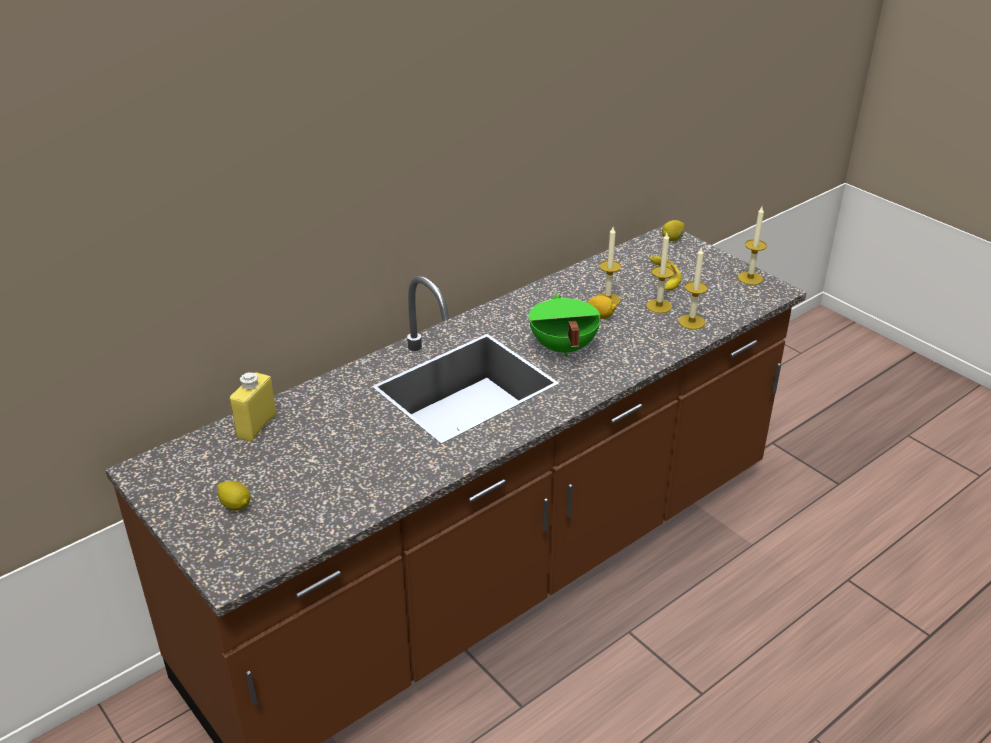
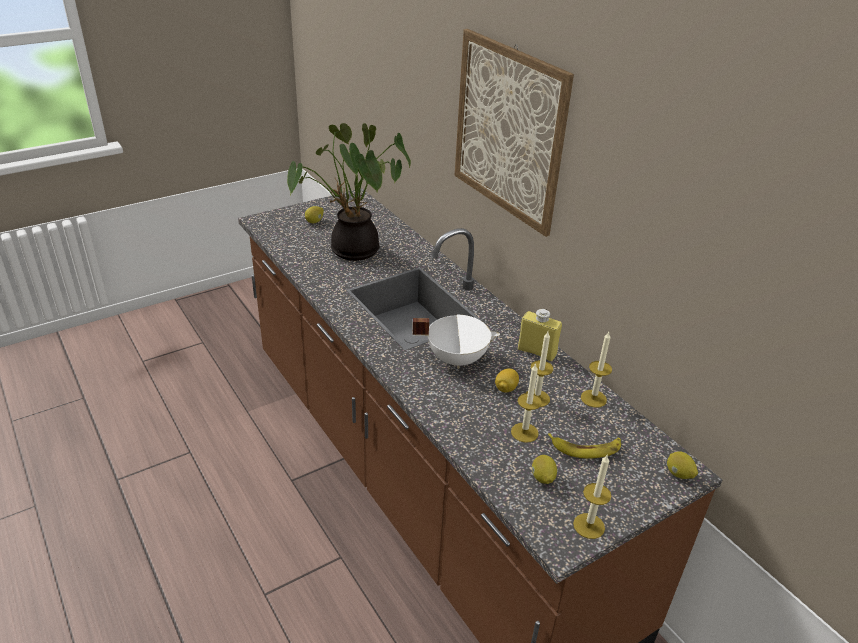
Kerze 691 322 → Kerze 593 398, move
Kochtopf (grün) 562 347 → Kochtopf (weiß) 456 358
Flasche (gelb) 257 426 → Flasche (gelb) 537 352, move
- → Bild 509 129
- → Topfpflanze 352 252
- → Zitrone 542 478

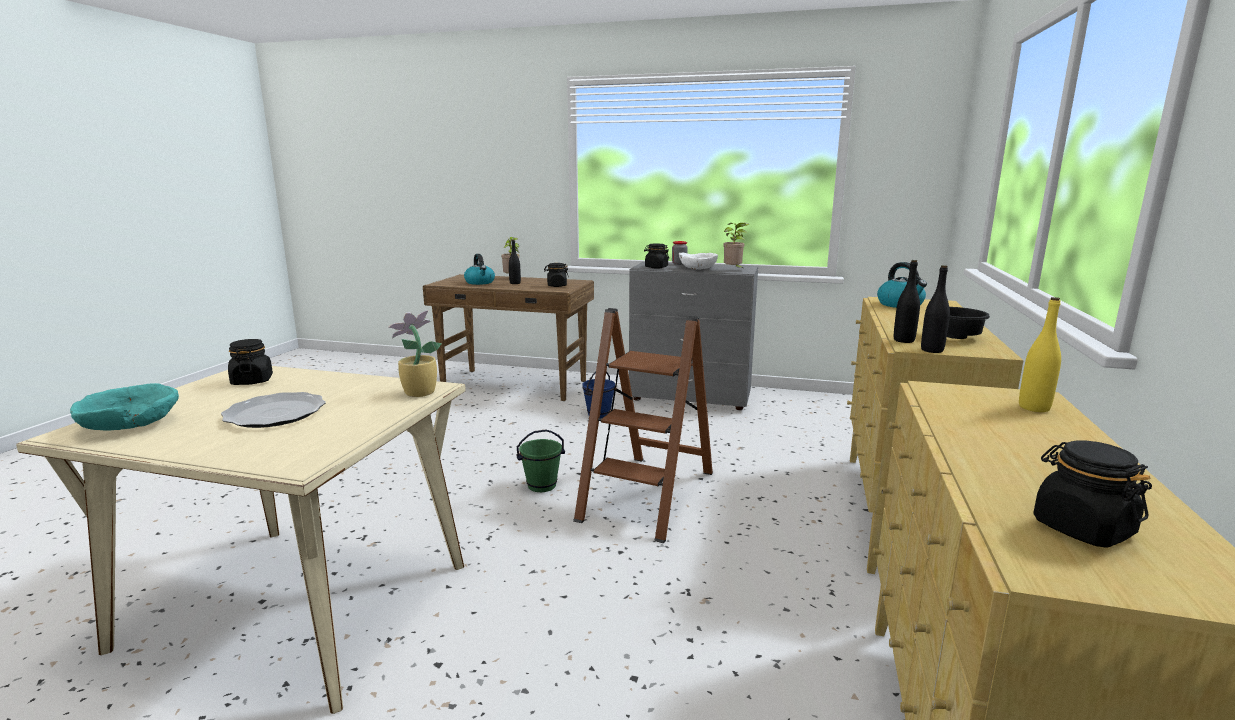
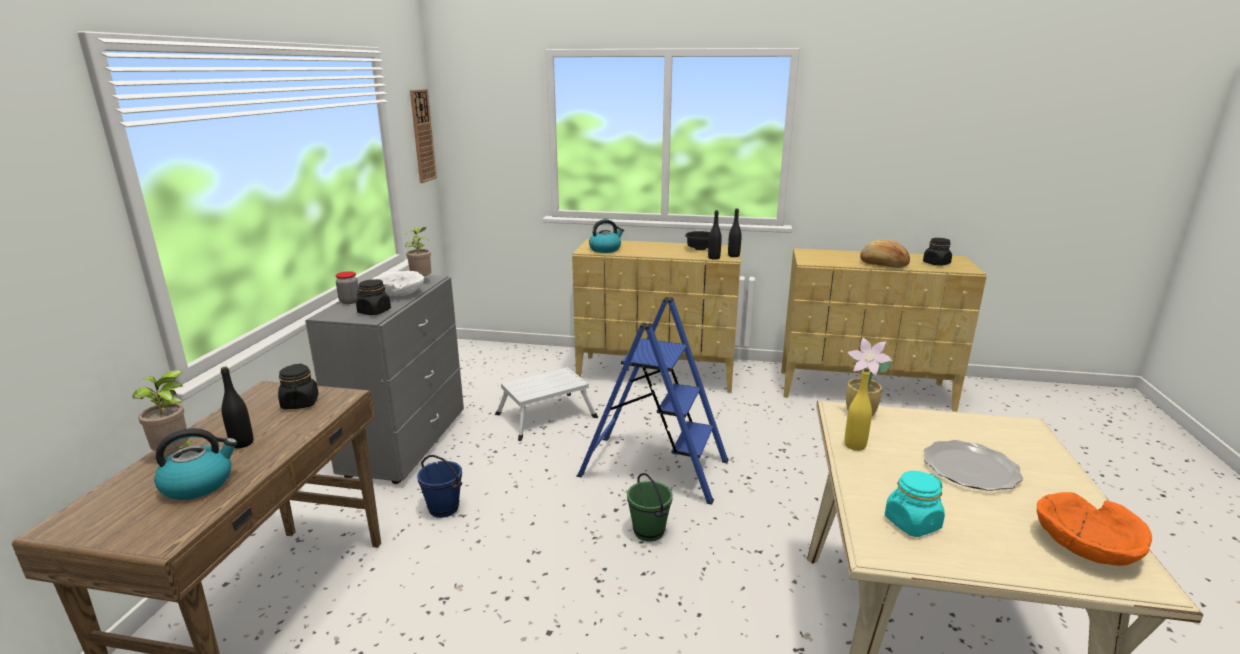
Flasche (gelb) 1034 408 → Flasche (gelb) 855 445, move
Trittleiter (braun) 649 494 → Trittleiter (blau) 652 467
Vorratsglas (schwarz) 252 381 → Vorratsglas (türkis) 912 523
Schüssel (türkis) 129 425 → Schüssel (orange) 1086 547
- → Wanduhr 422 136
- → Brot 883 264
- → Trittleiter (weiß) 546 415

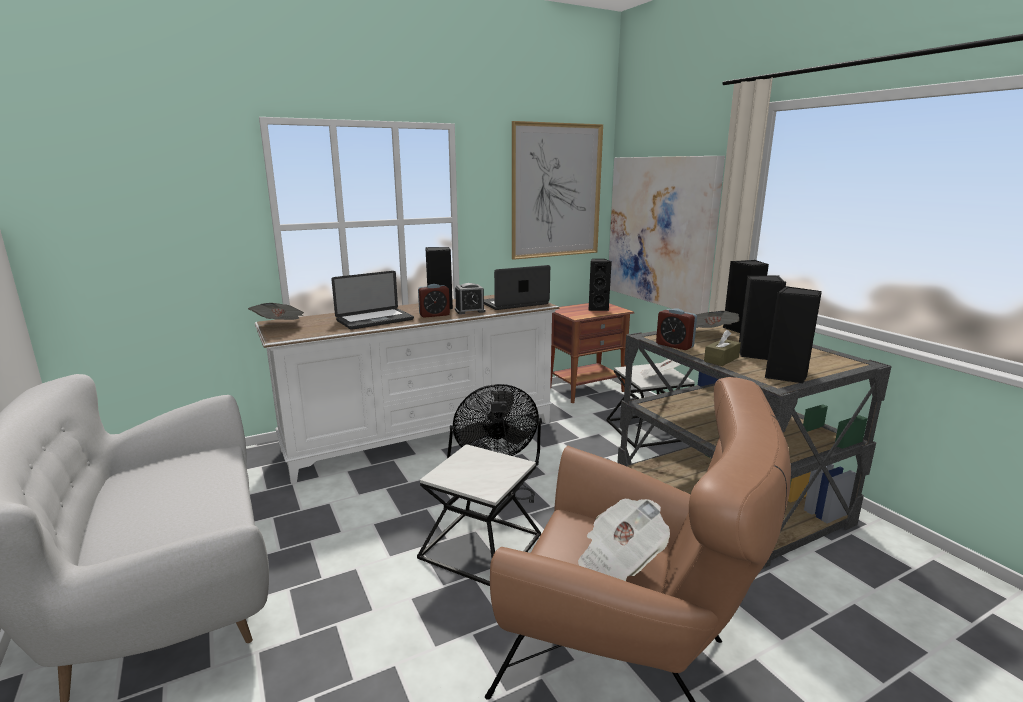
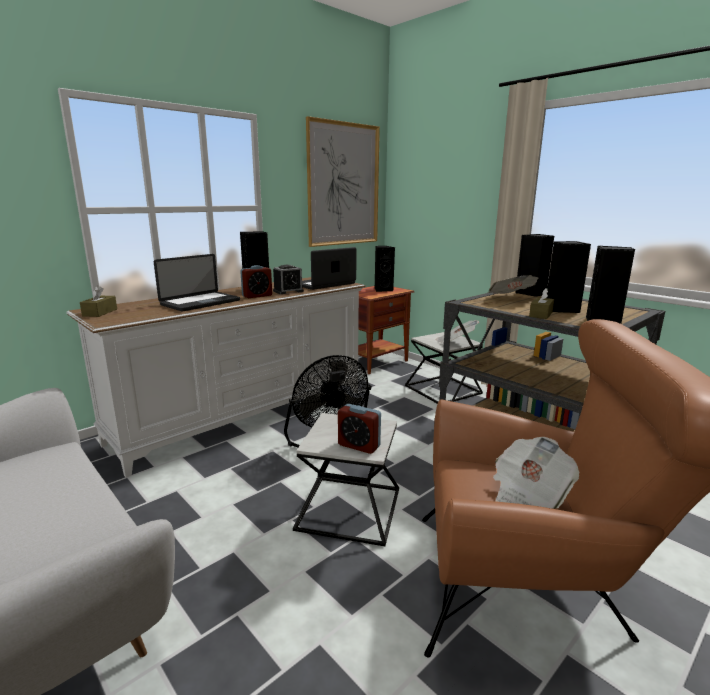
Bild 661 231 → -
Zeitung 280 326 → Taschentuchbox (braun) 100 312
Wecker 674 345 → Wecker 359 445, move

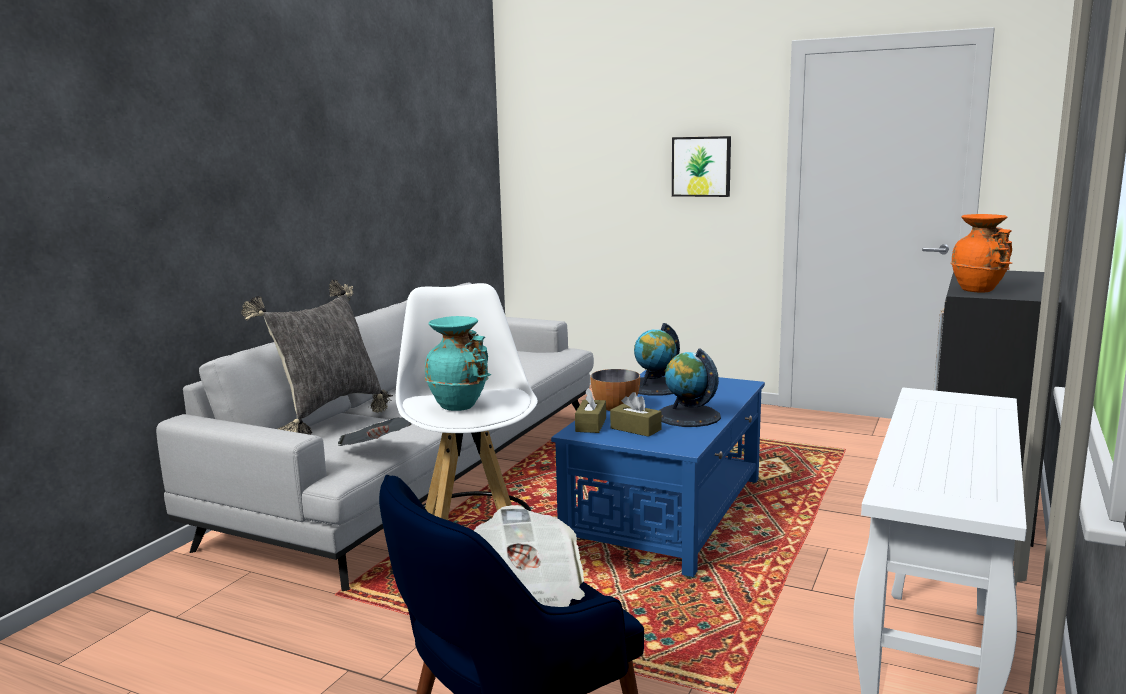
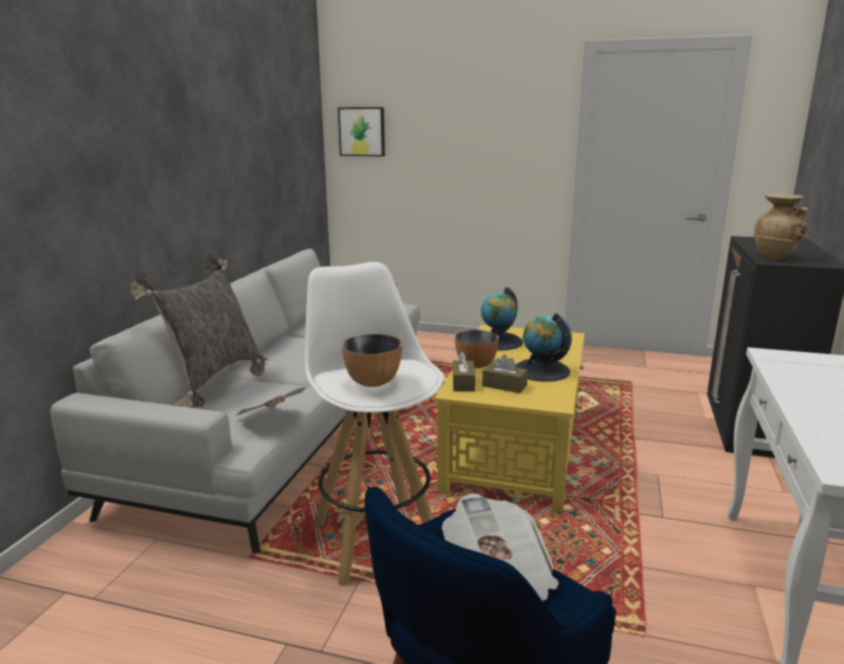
Bild 701 166 → Bild 362 131, move
Vase (orange) 979 289 → Vase (beige) 775 257
Vase (türkis) 460 405 → Schüssel 373 382
Couchtisch (blau) 668 511 → Couchtisch (gelb) 515 447

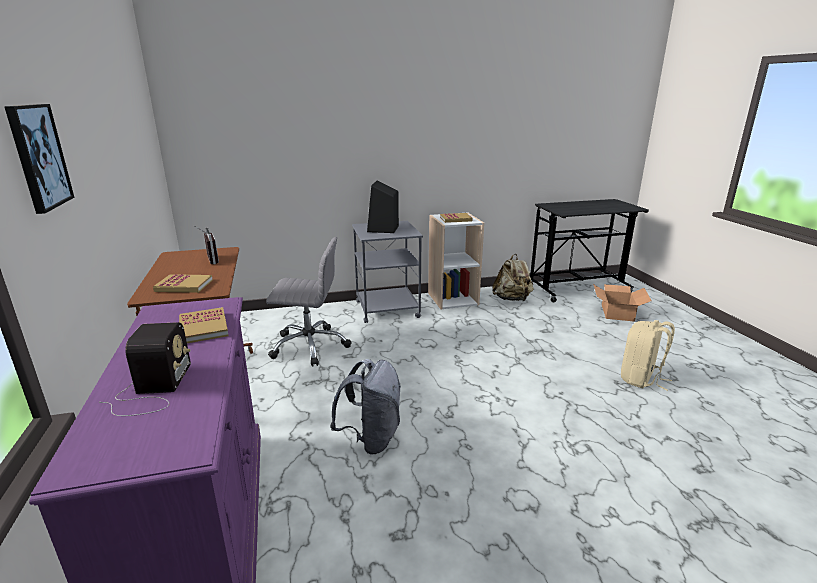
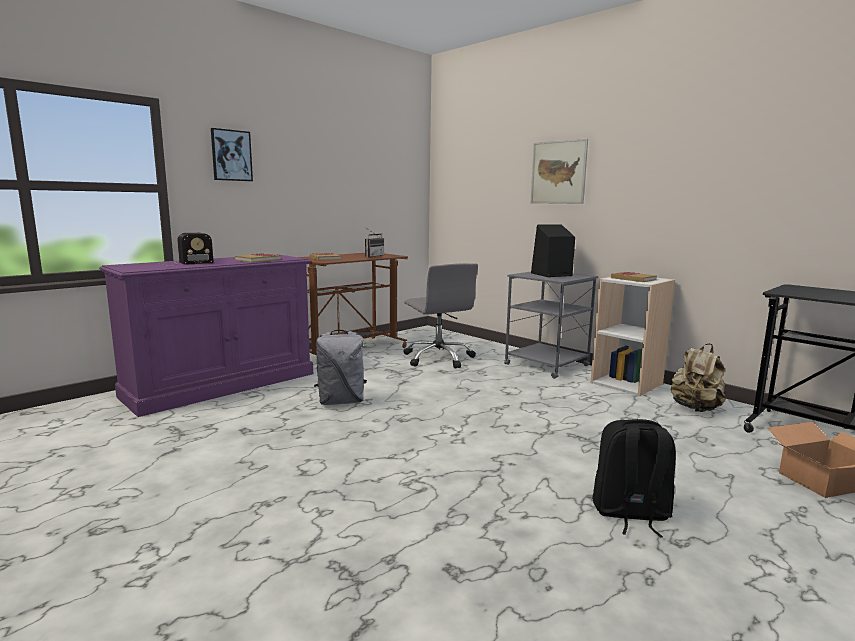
Rucksack (beige) 641 379 → Rucksack (schwarz) 630 514
- → Bild 558 172

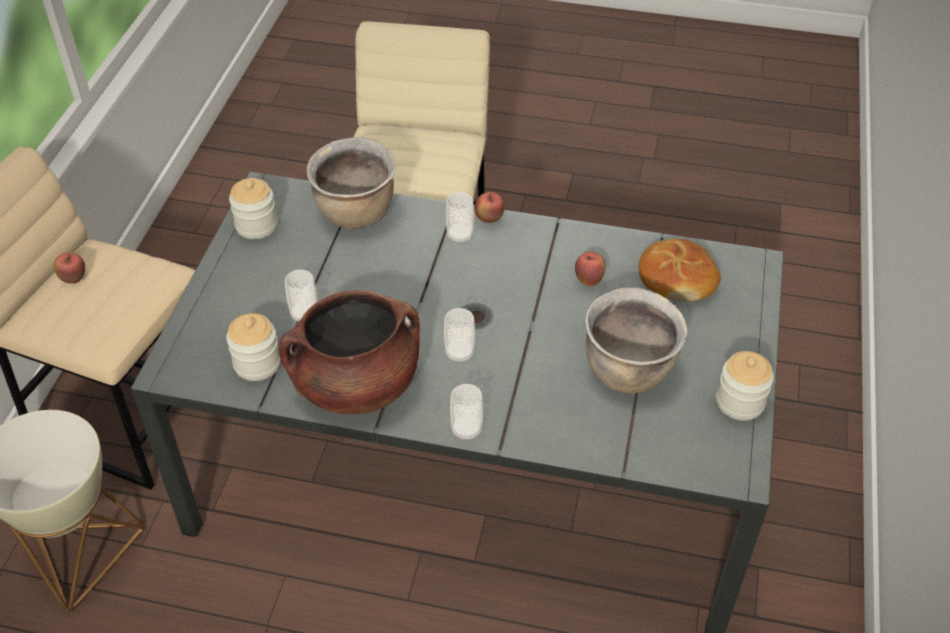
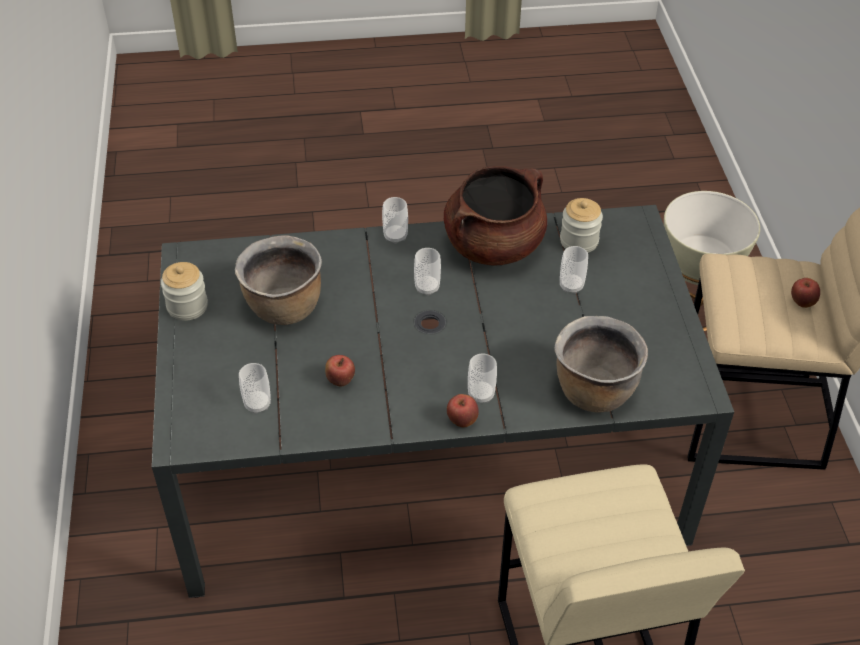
Vorratsglas 256 225 → -
Brot 676 279 → Tasse 257 404

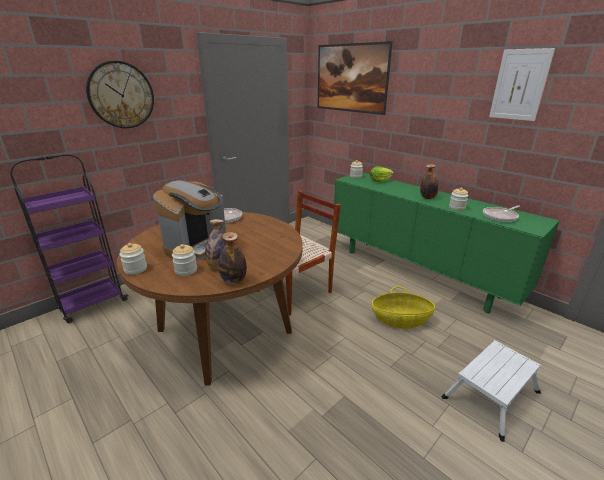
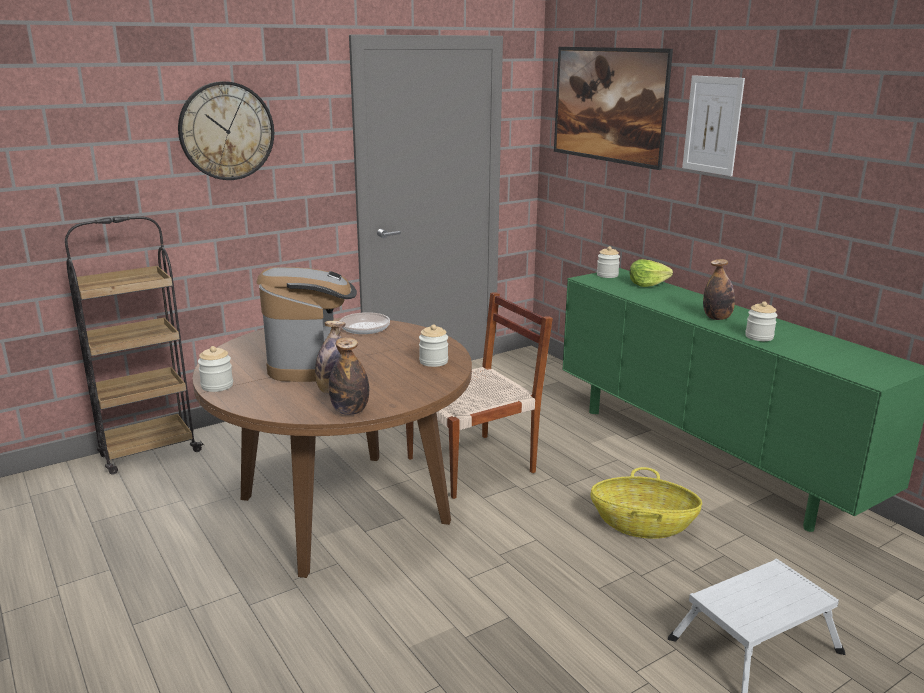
Bild 519 85 → Bild 712 125, move
Rollwagen (lila) 93 305 → Rollwagen (braun) 149 454
Kaffeemaschine 198 246 → Kaffeemaschine 310 364, 45 degrees counterclockwise
Pfanne 501 216 → -
Vorratsglas 186 270 → Vorratsglas 433 361, move

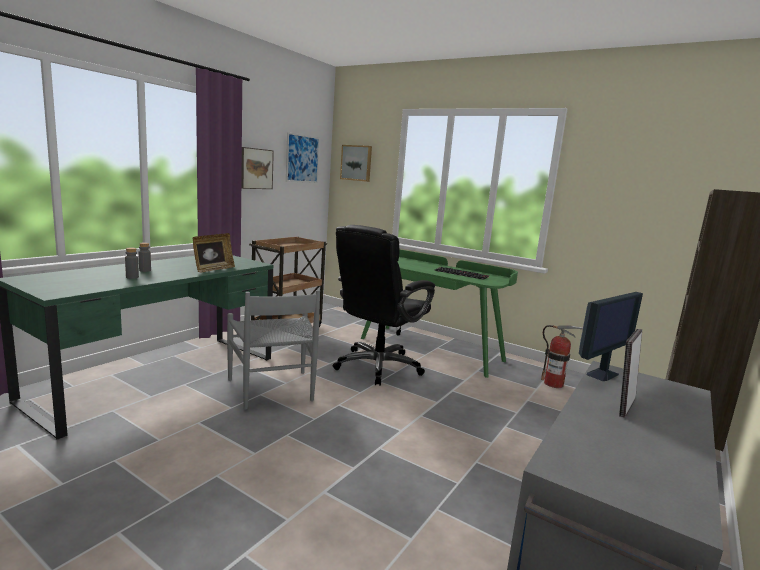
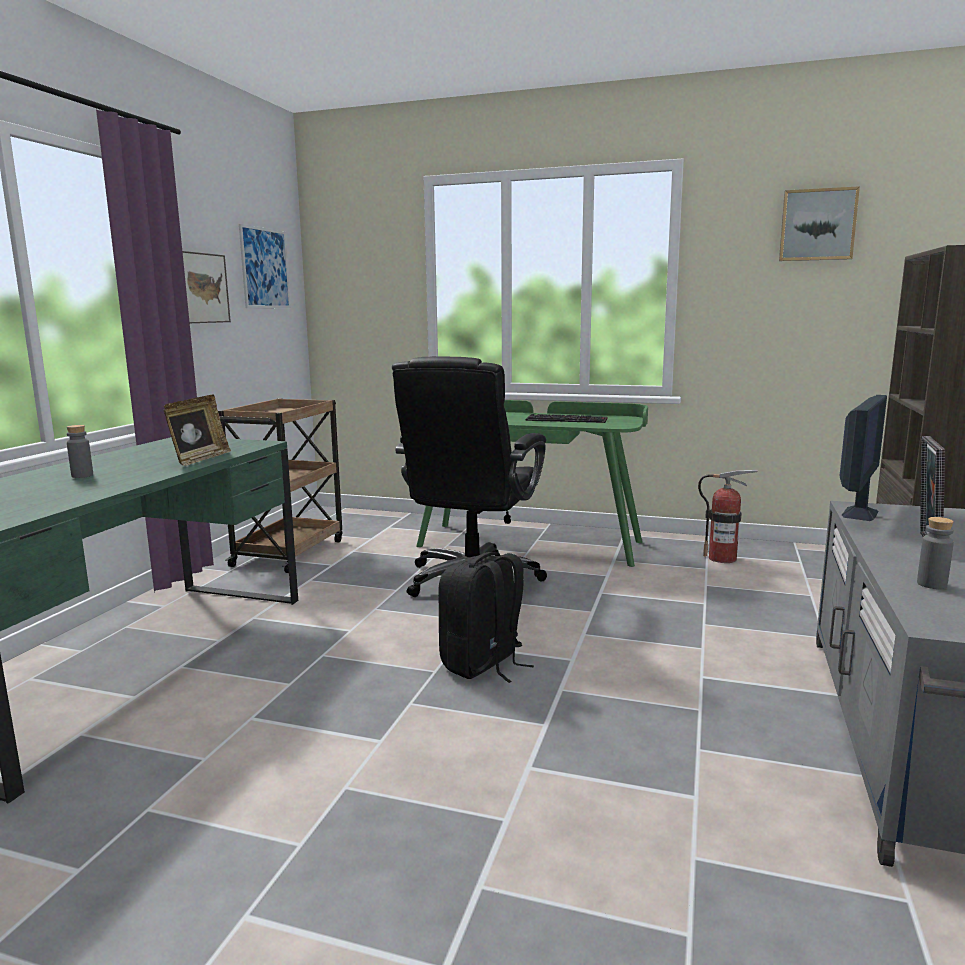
Bild 356 163 → Bild 817 225, move
Flasche (grau) 132 277 → Flasche (grau) 931 584, move
Stuhl (grau) 273 390 → -
- → Rucksack (schwarz) 483 664

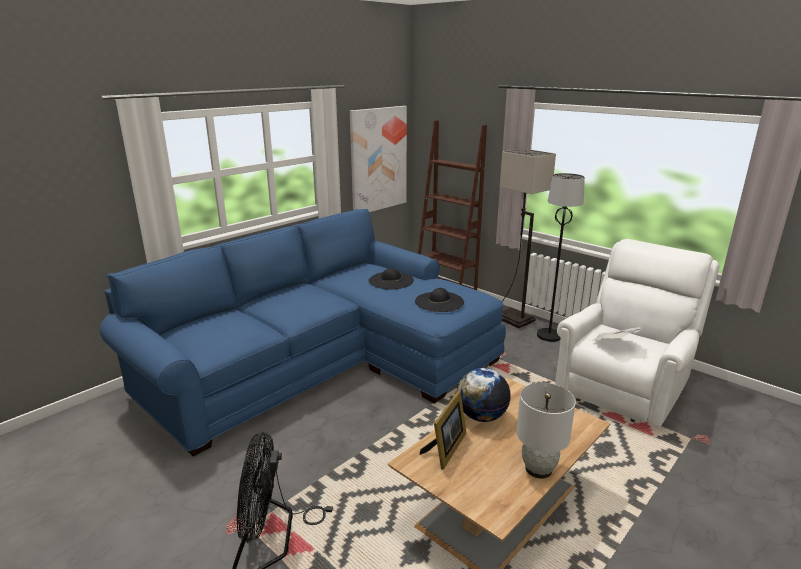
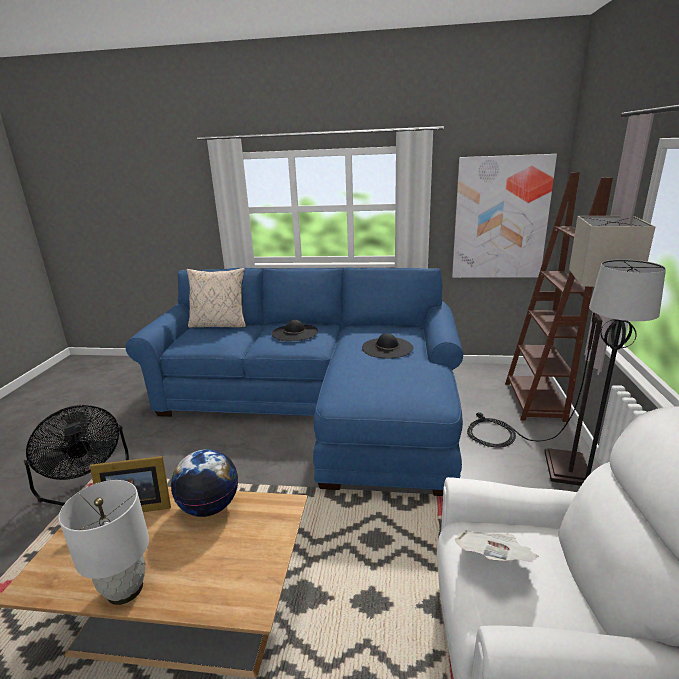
Hut (schwarz) 439 302 → Hut (schwarz) 295 332, move
- → Kissen (beige) 219 325

